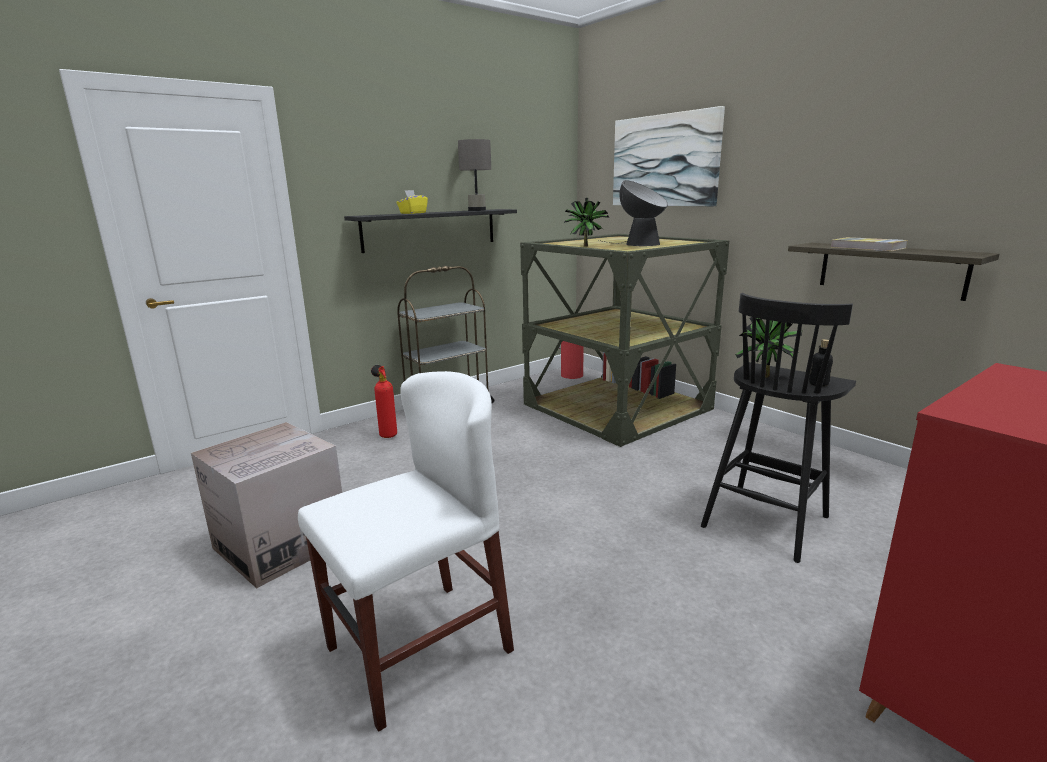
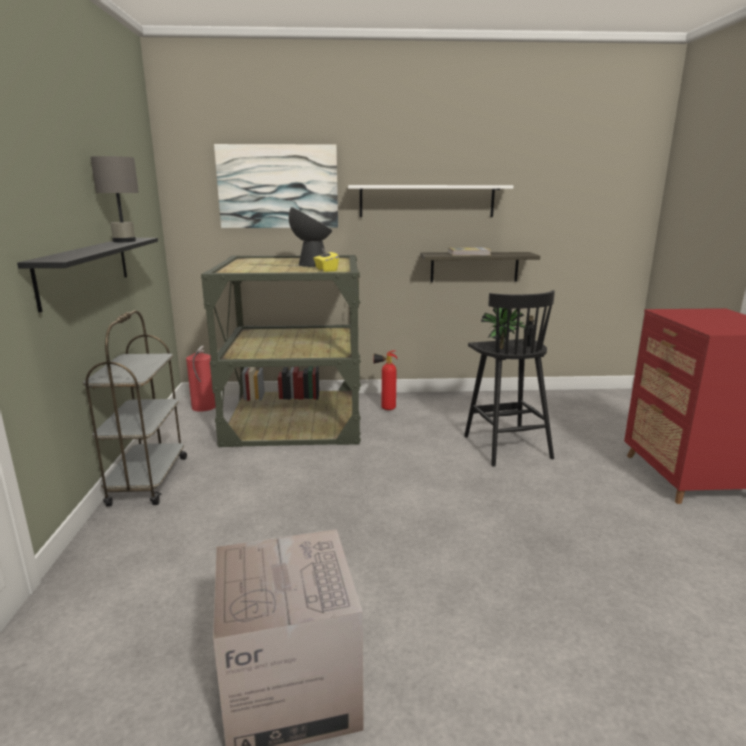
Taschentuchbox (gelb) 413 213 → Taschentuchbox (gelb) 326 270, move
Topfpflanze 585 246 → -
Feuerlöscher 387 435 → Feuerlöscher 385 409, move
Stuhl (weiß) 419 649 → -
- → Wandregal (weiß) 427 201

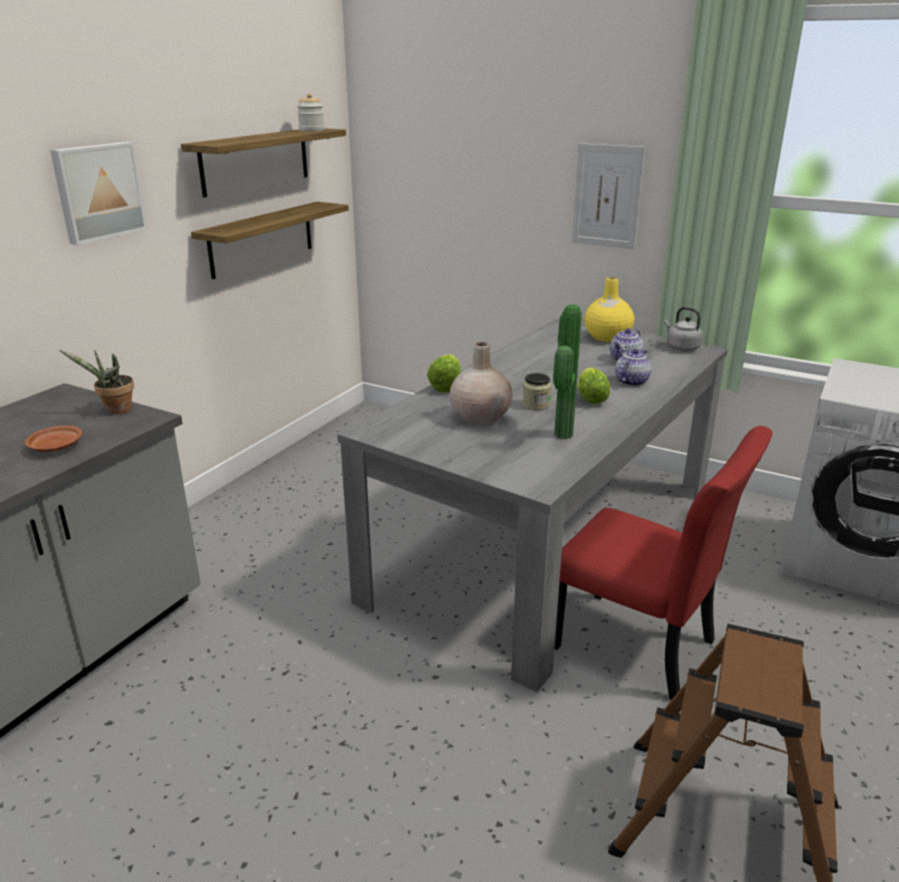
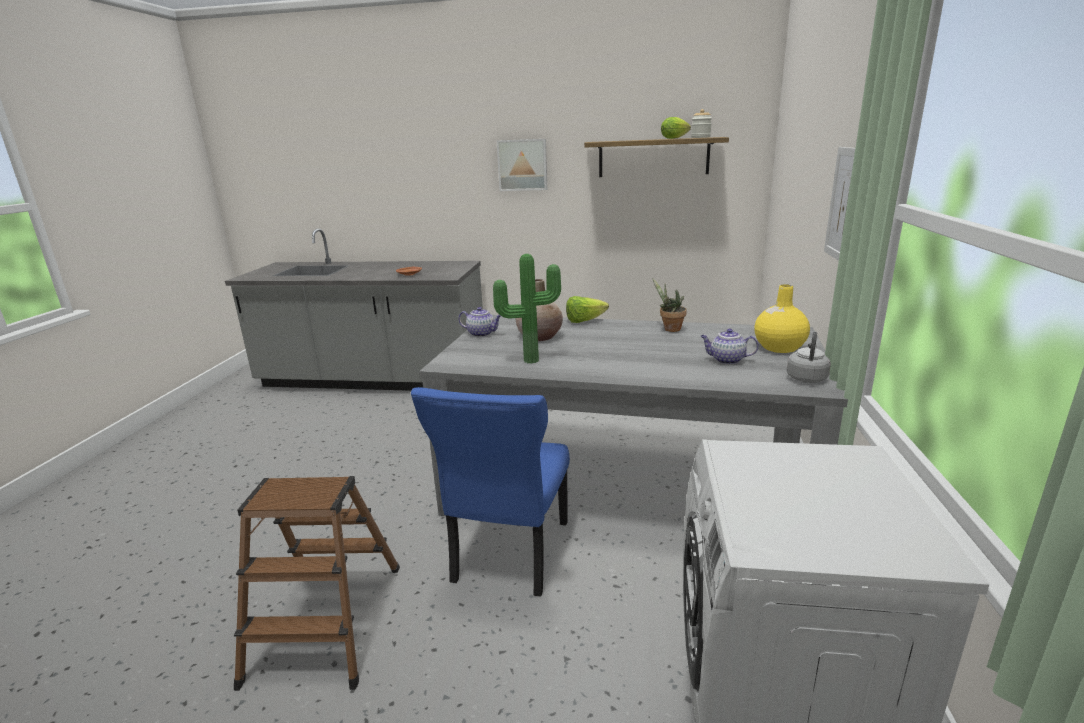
Wandregal 262 239 → -
Teekanne 631 381 → Teekanne 482 334, move
Topfpflanze 115 410 → Topfpflanze 669 329, move
Salatkopf 590 398 → Salatkopf 675 138, move
Vorratsglas 536 405 → -
Stuhl (rot) 639 647 → Stuhl (blau) 509 554

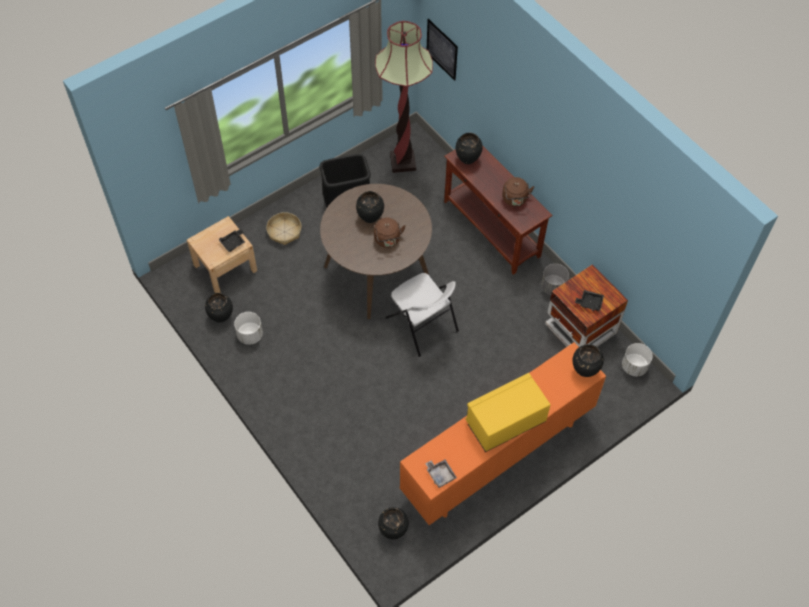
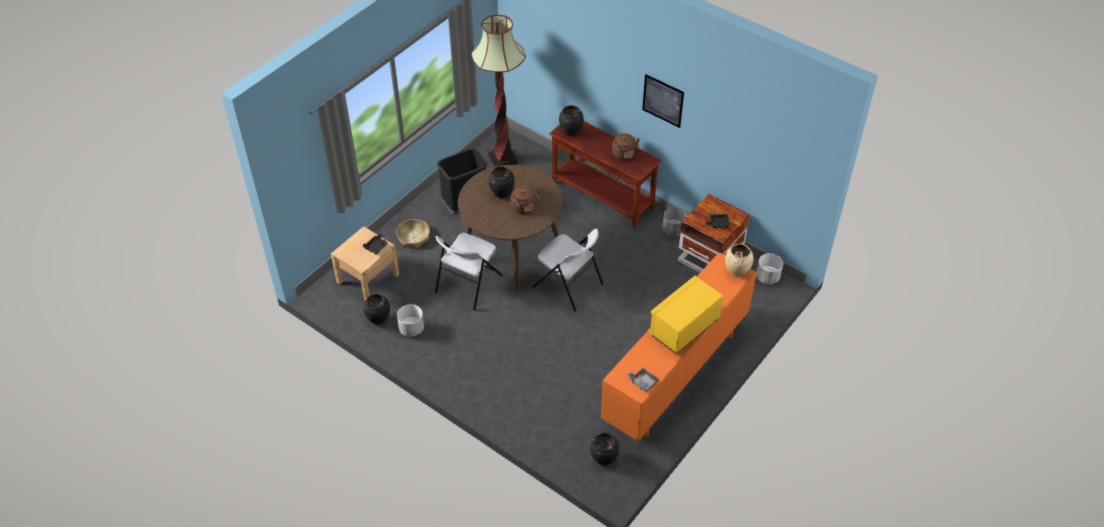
Bild 442 49 → Bild 663 100, move
Vase (schwarz) 585 370 → Vase (beige) 737 272
- → Stuhl (weiß) 468 284

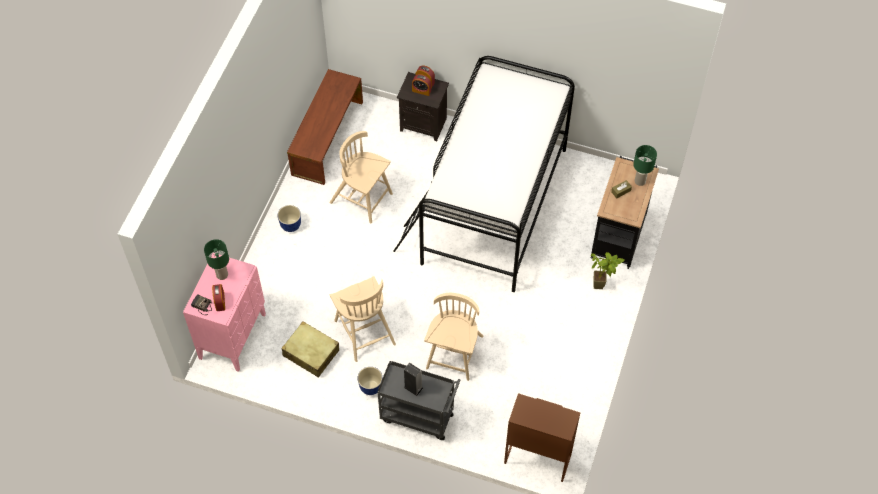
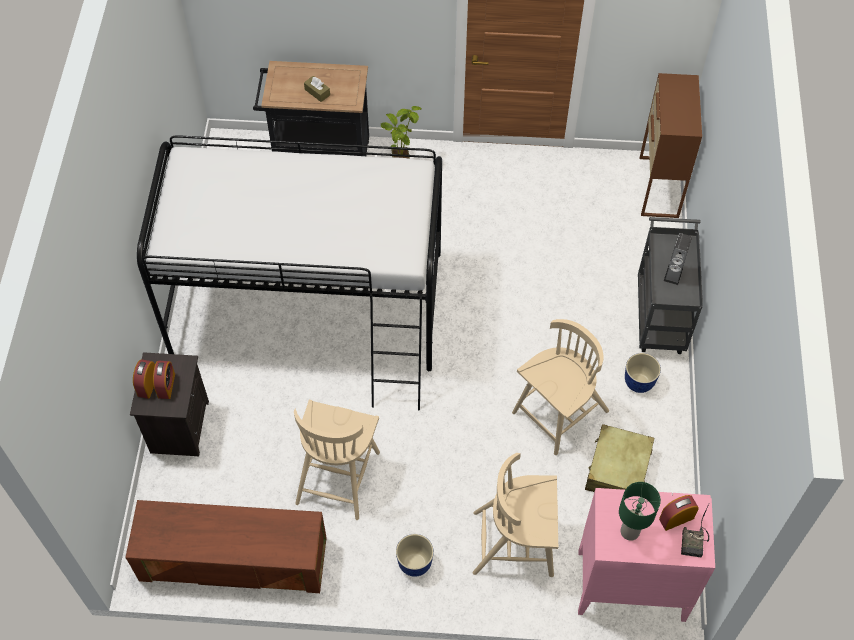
Tischlampe (grün) 640 181 → -
Stuhl (beige) 454 353 → Stuhl (beige) 515 543, move

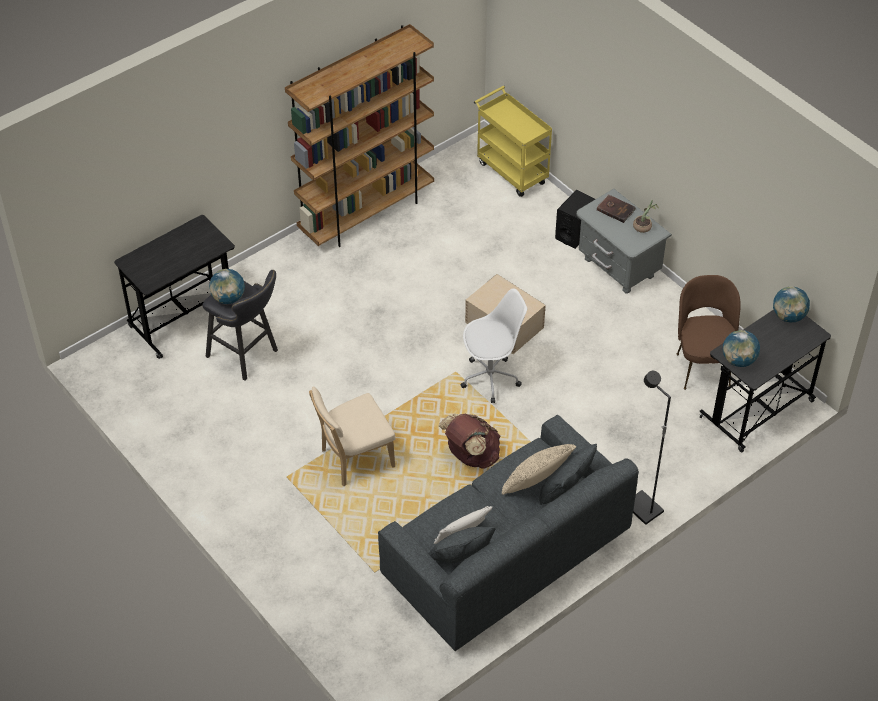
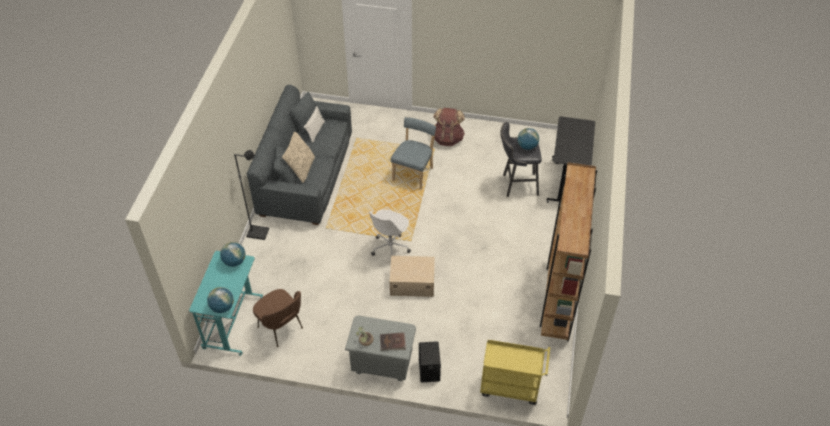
Schreibtisch (schwarz) 756 409 → Schreibtisch (türkis) 233 322
Stuhl (beige) 354 459 → Stuhl (blau) 414 173
Rucksack (braun) 471 456 → Rucksack (braun) 447 139, move

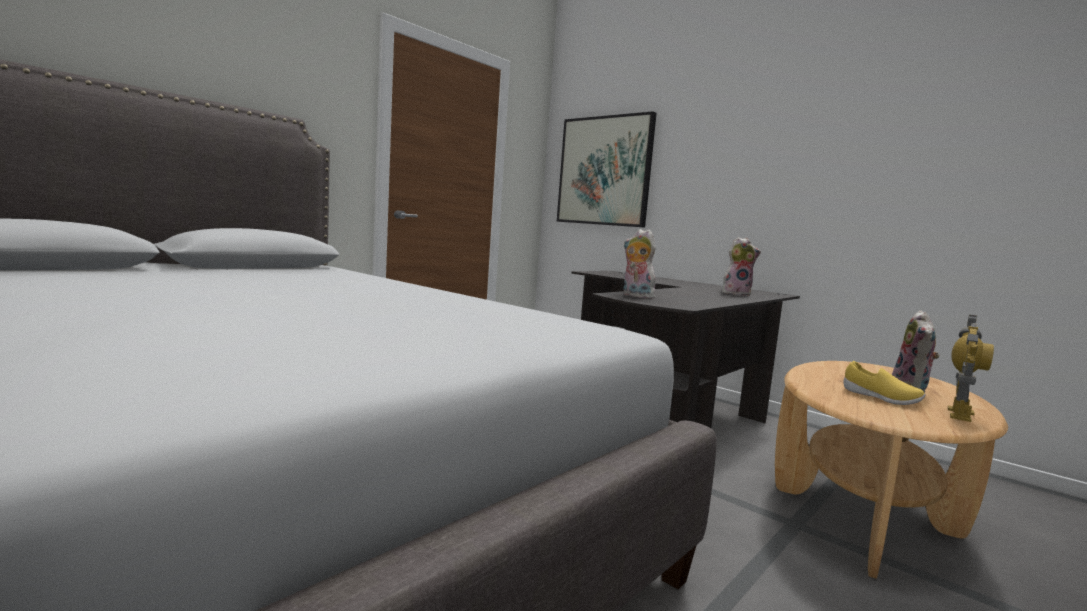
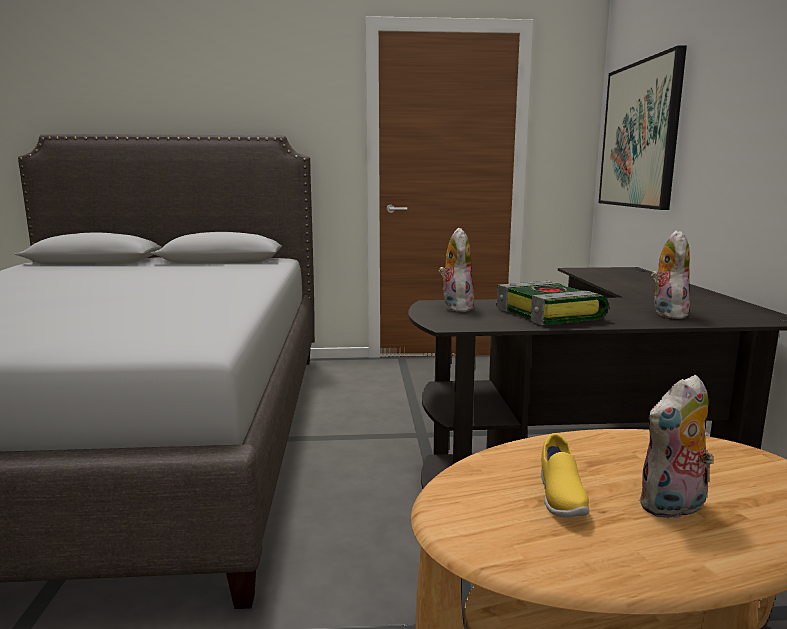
Plüschtier 736 294 → Plüschtier 666 313, 120 degrees counterclockwise
Spielzeugroboter 959 414 → -
- → Buch 550 314

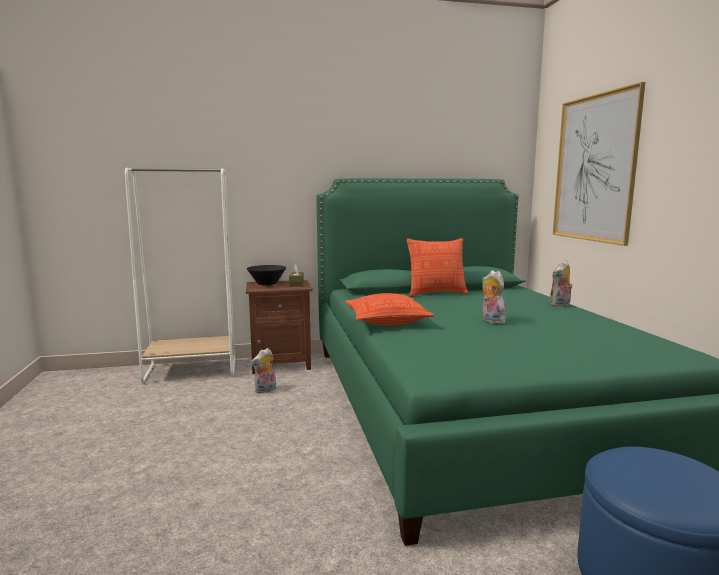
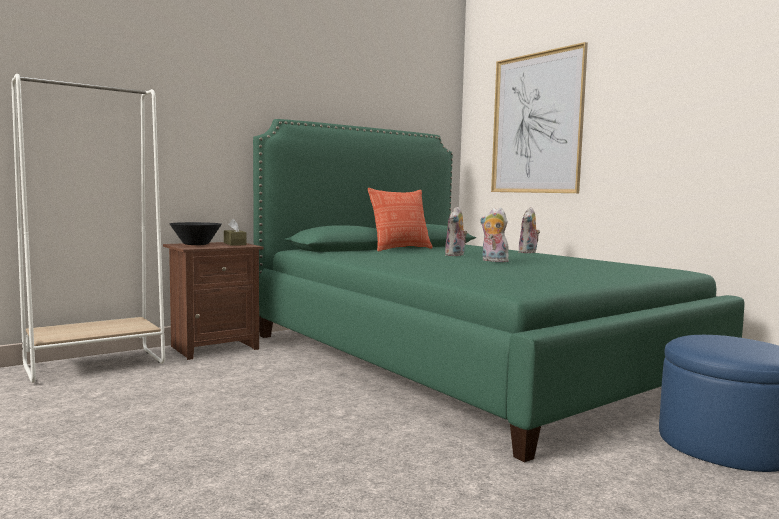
Kissen (orange) 387 321 → -
Plüschtier 265 390 → Plüschtier 455 255, move

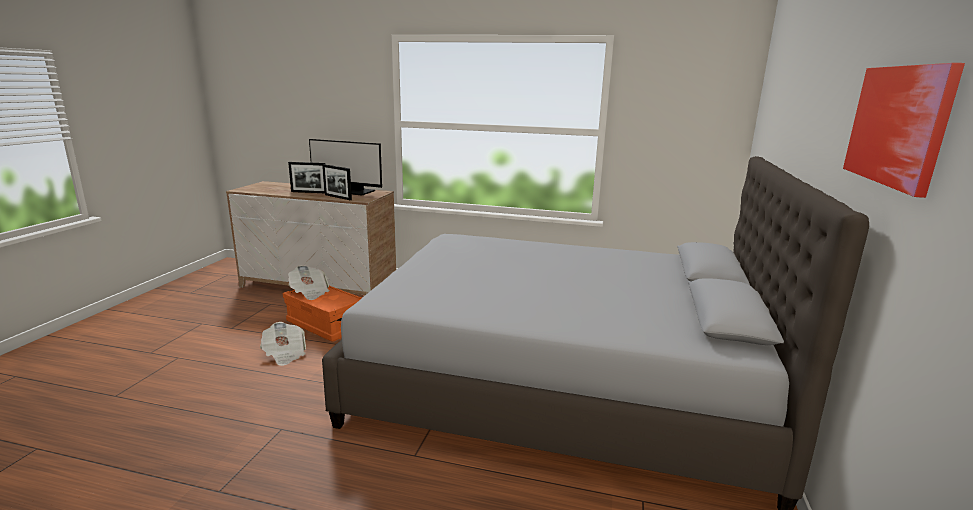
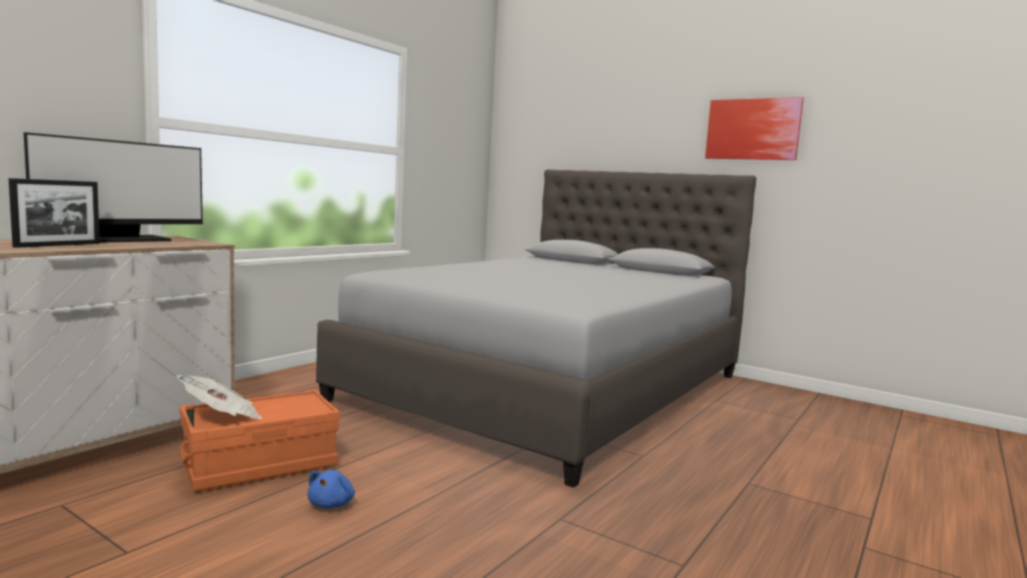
Bilderrahmen 338 197 → -
Zeitung 284 354 → Plüschtier (blau) 332 504

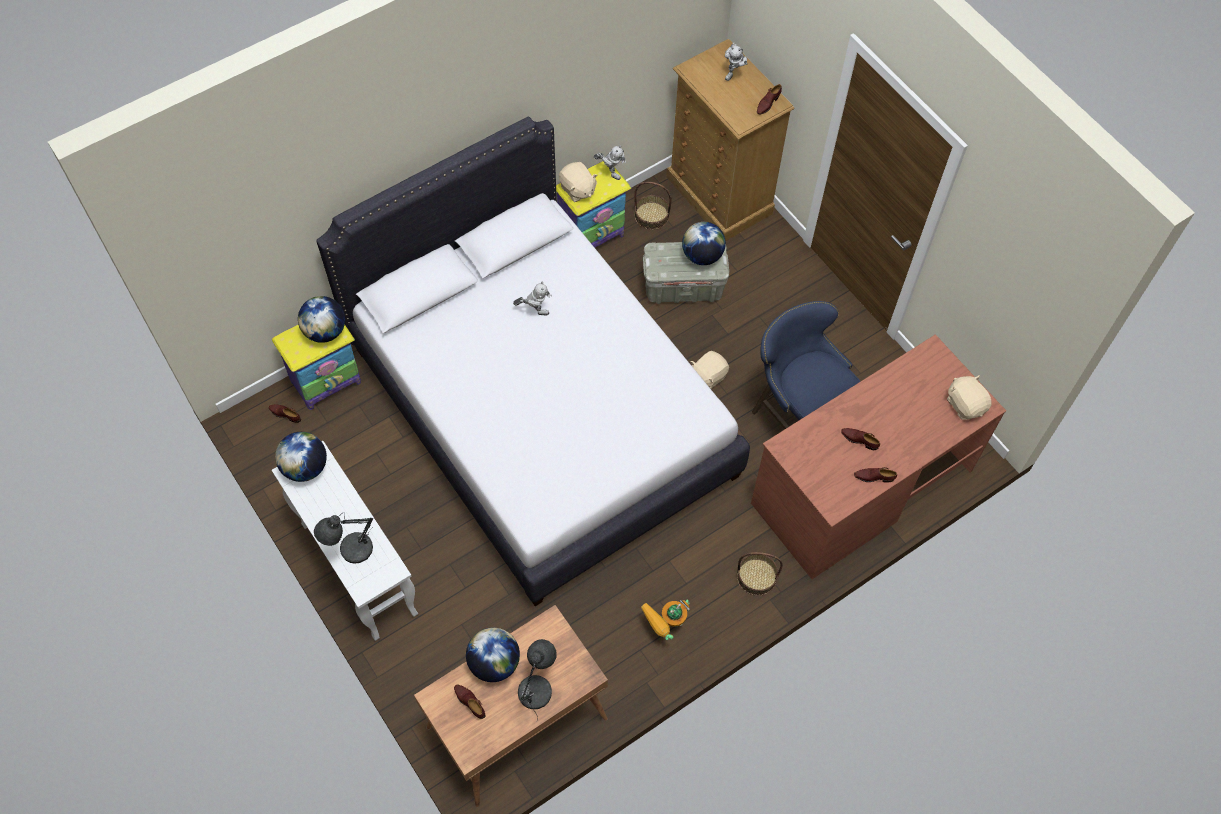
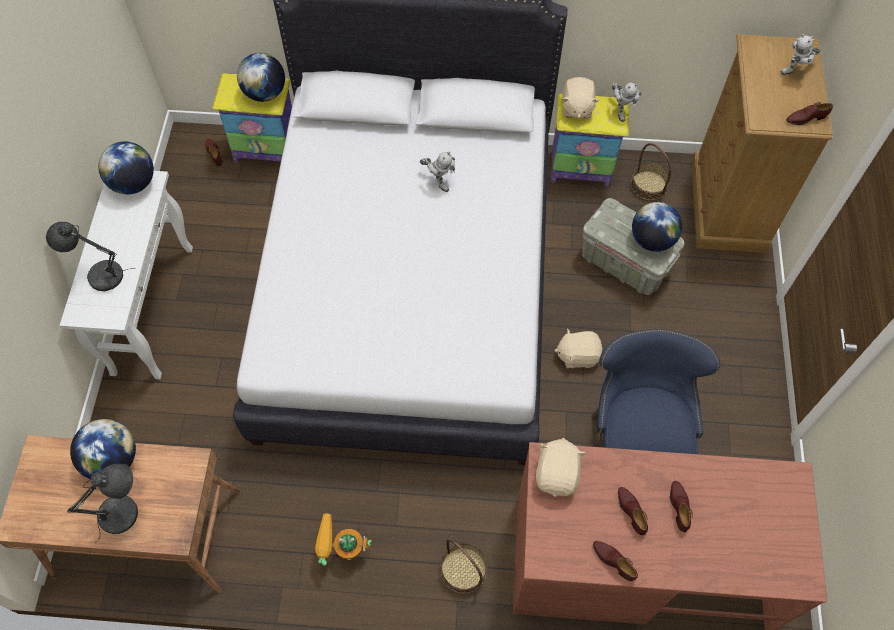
Plüschtier (beige) 965 404 → Plüschtier (beige) 557 474, move
Schuh (braun) 470 702 → Schuh (braun) 679 507, move

